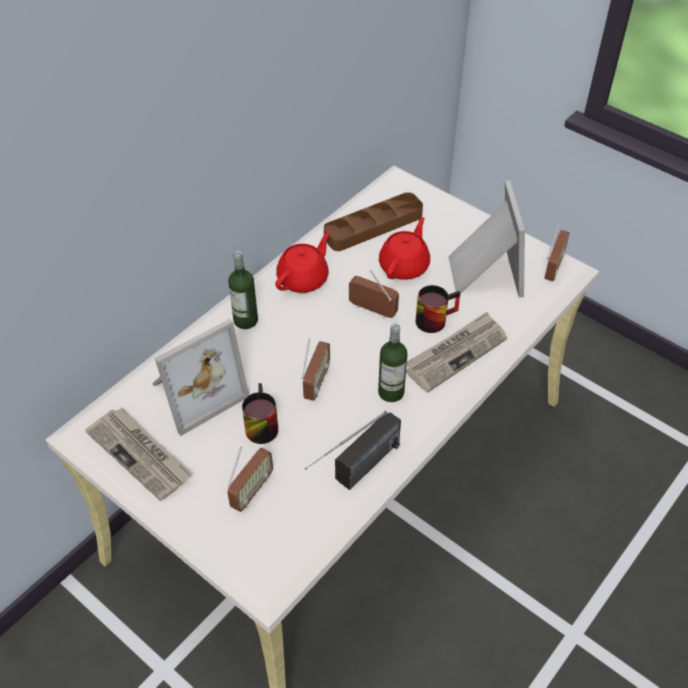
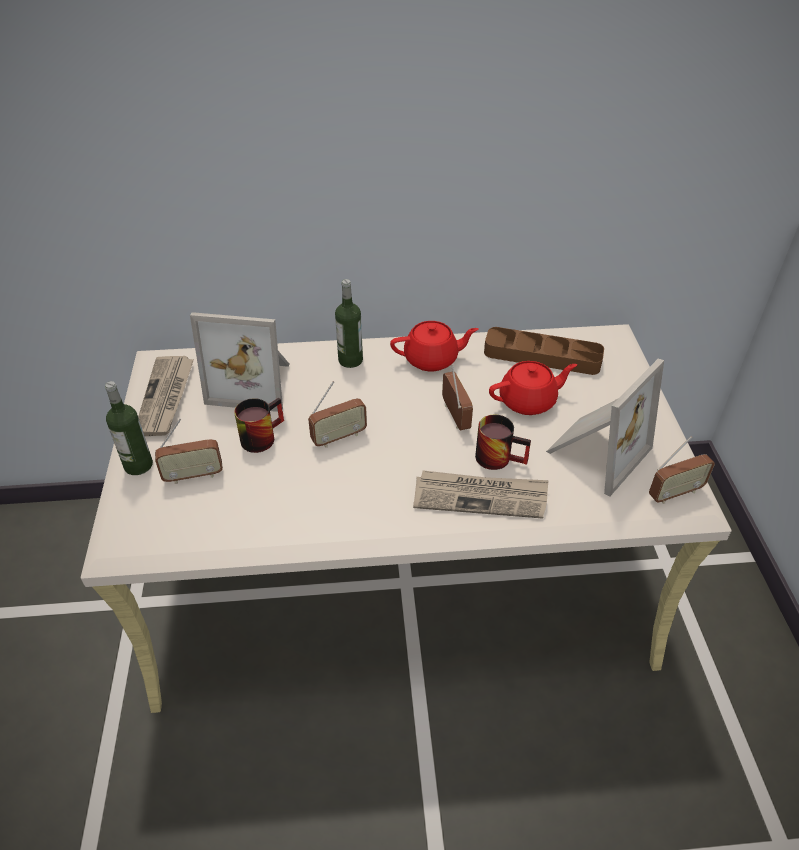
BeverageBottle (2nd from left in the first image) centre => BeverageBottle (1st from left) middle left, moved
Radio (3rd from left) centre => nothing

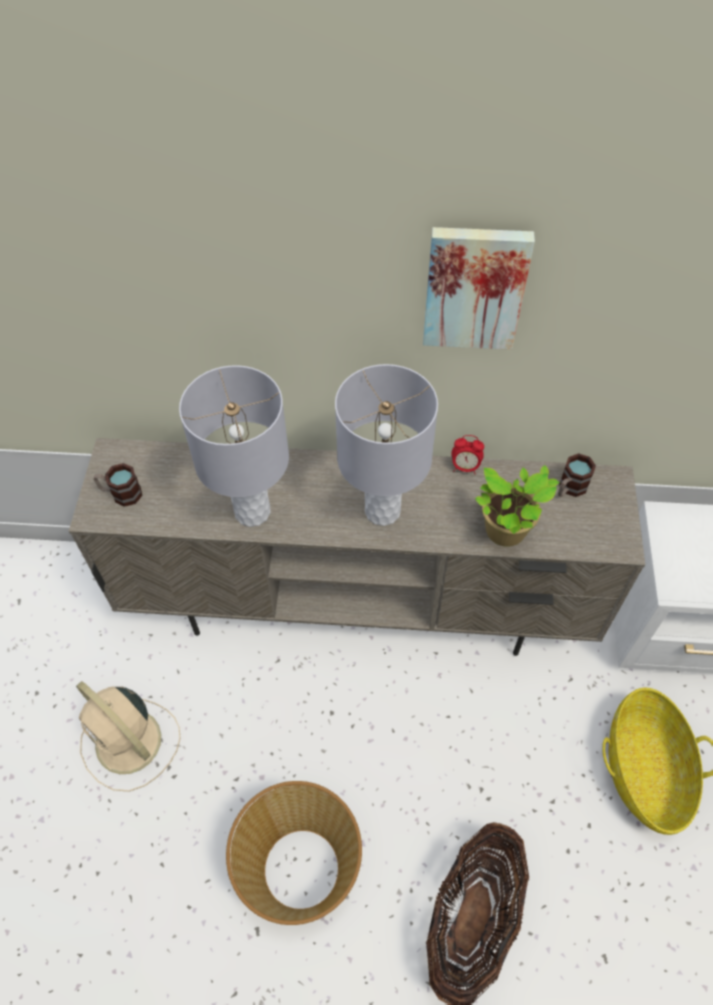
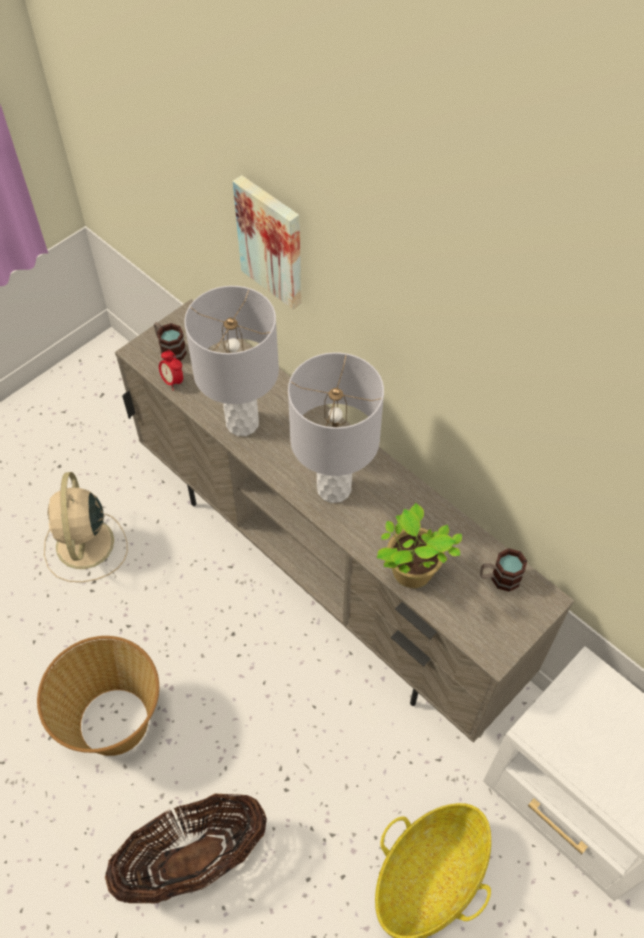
Picture top right => Picture top centre, moved
TableClock centre => TableClock middle left, moved

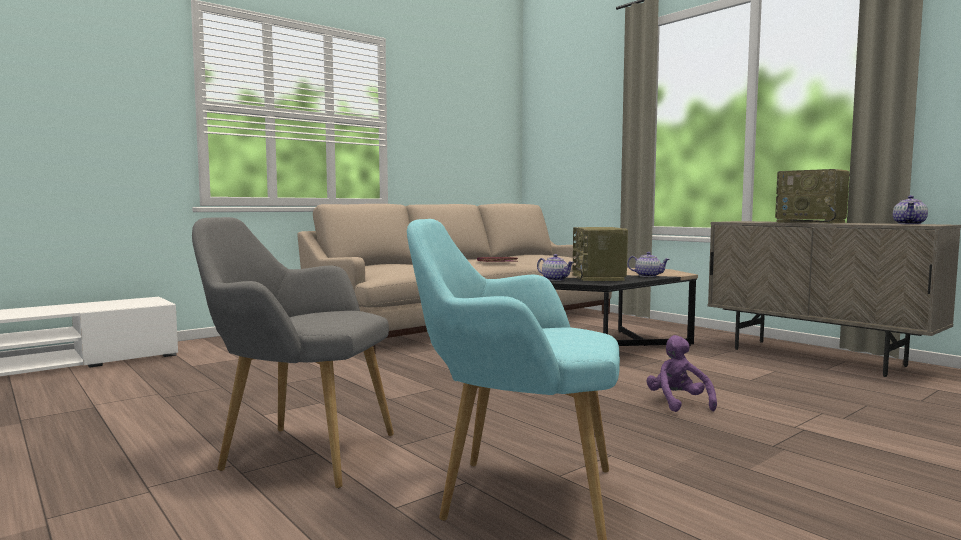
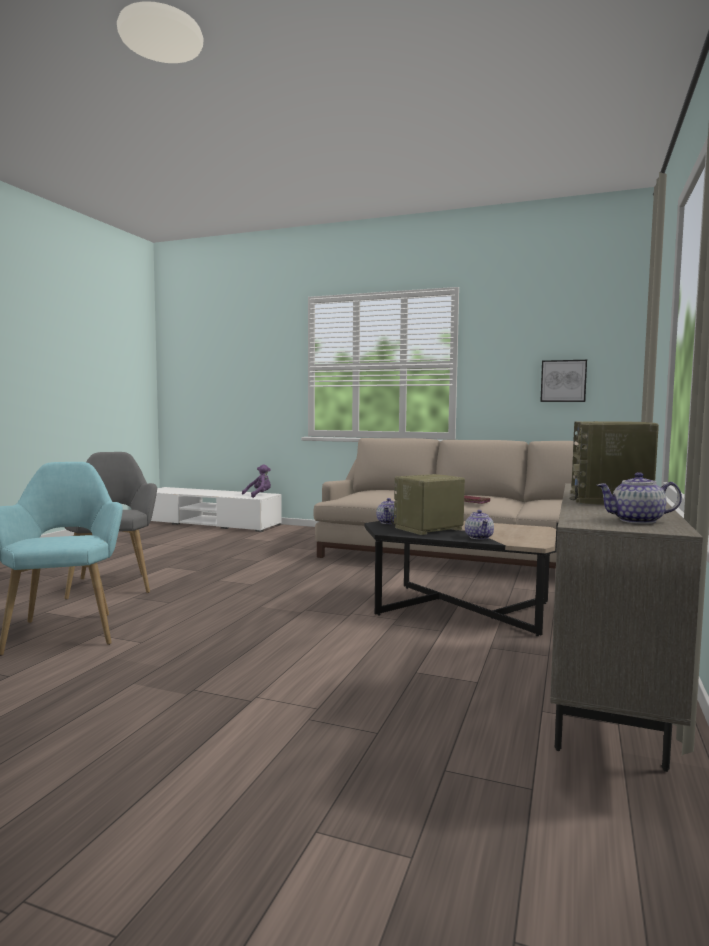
PurplishPlushToy bottom right => PurplishPlushToy centre, moved
nothing => Picture middle right

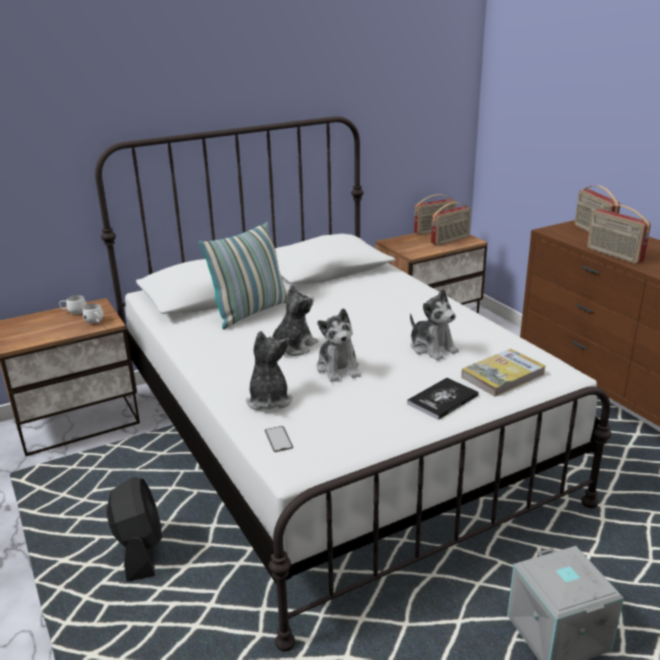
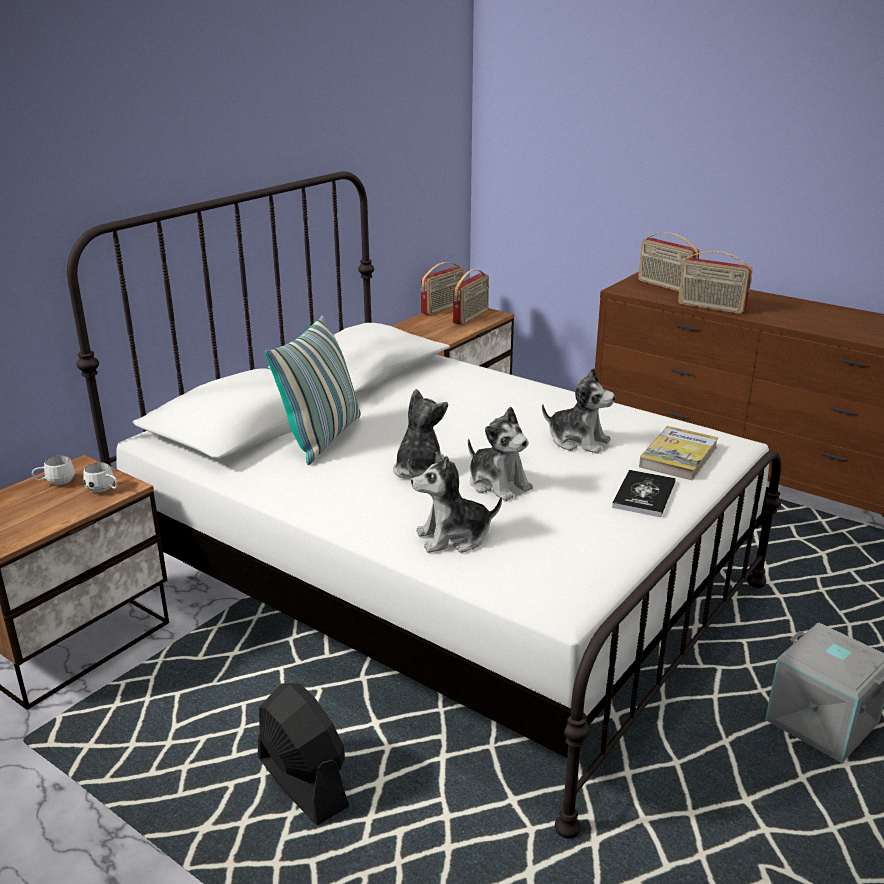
PlushToy (1st from left in the first image) centre => PlushToy (2nd from left) centre, 75 degrees counterclockwise
Phone centre => nothing

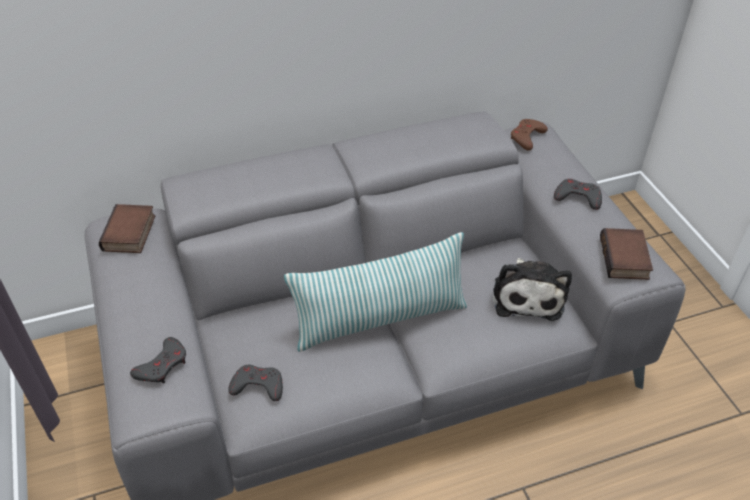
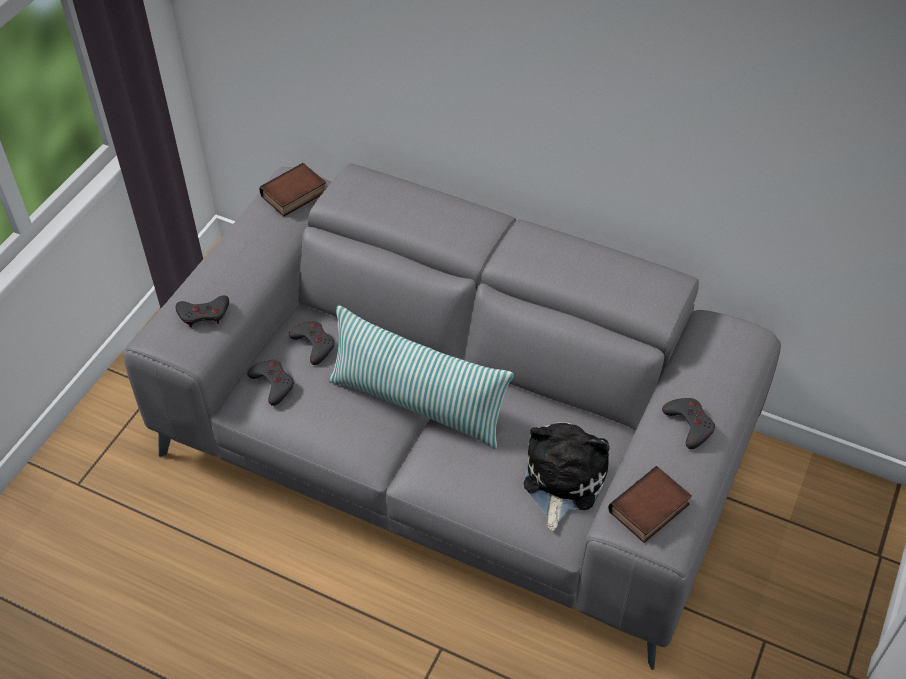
BrownishGameController top right => nothing
PlushToy middle right => PlushToy bottom centre, 150 degrees clockwise
nothing => GreyishGameController (3rd from left) centre

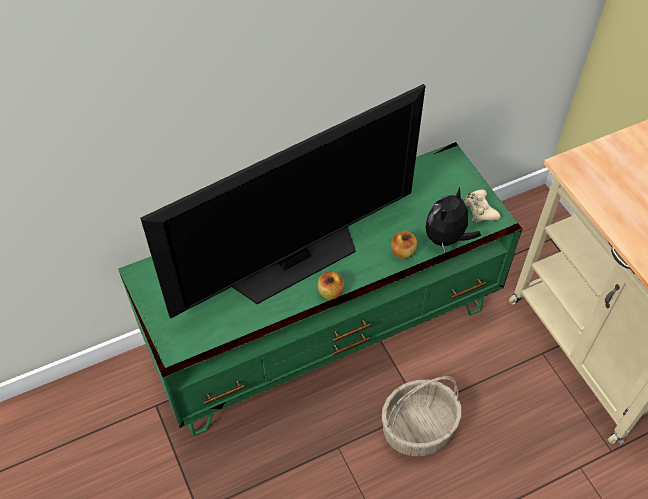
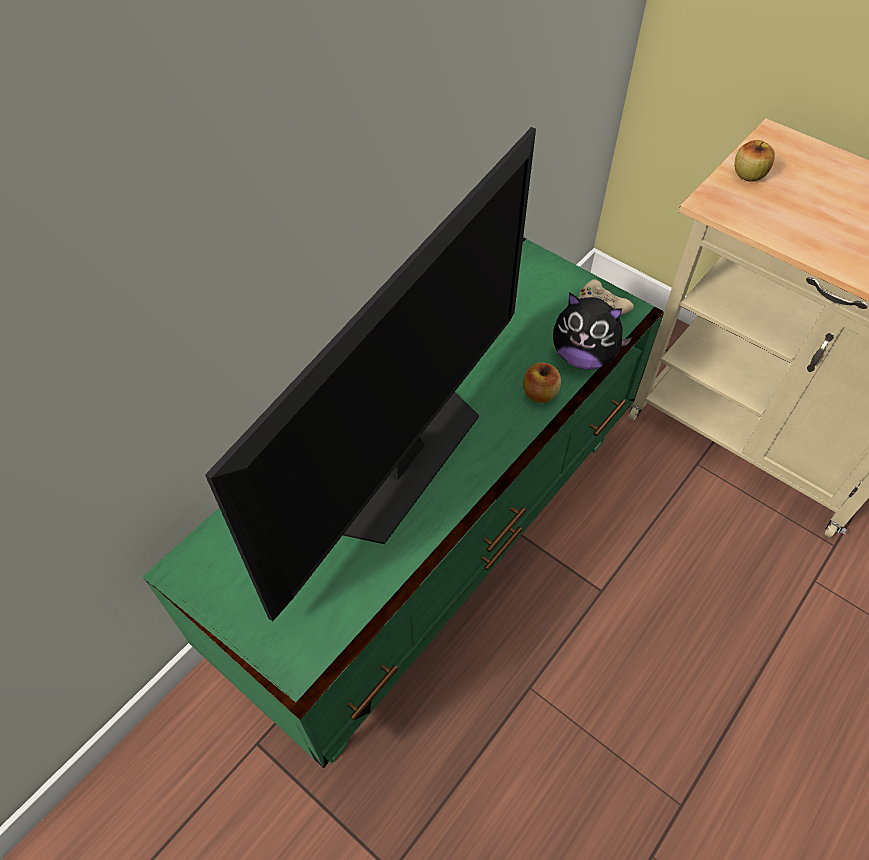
PlushToy middle right, 75 degrees counterclockwise
AppleFruit (1st from left in the first image) centre => AppleFruit (2nd from left) top right, moved
HouseholdBasket bottom centre => nothing

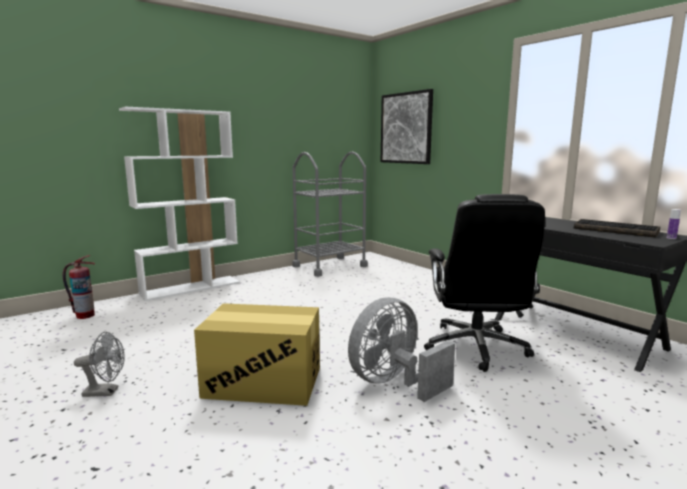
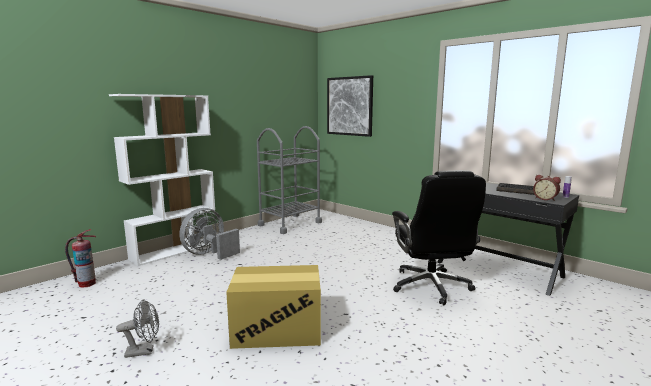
GreyishElectricFan (2nd from left) bottom centre => GreyishElectricFan (2nd from left) middle left, moved
nothing => TableClock middle right

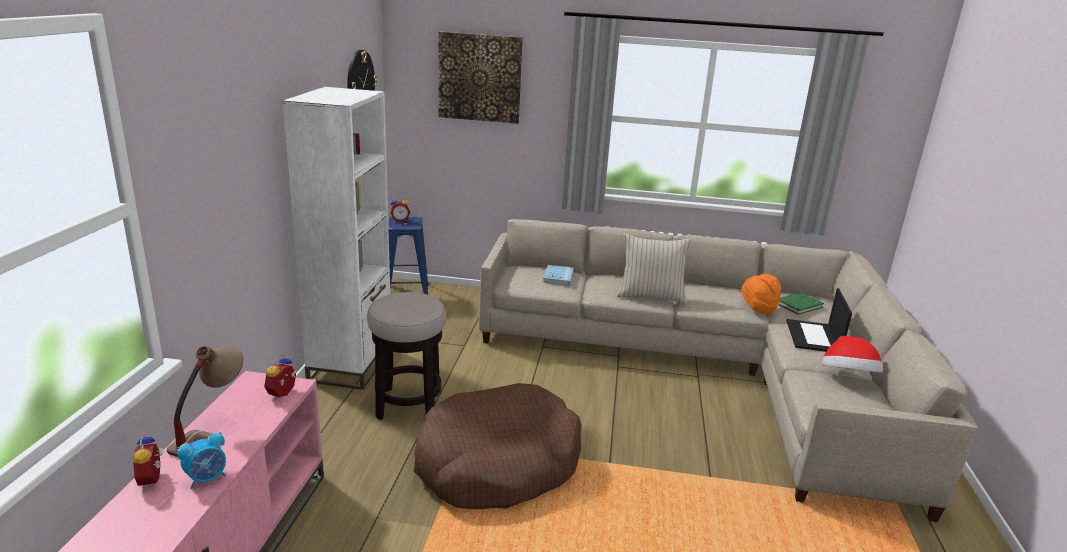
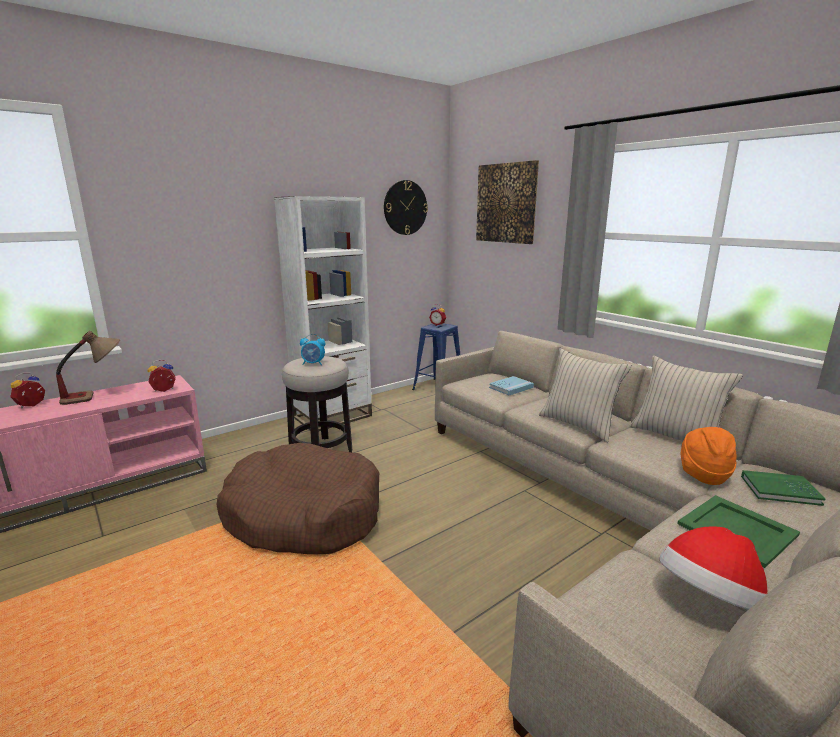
PortableComputer middle right => GreenTray bottom right
TableClock (2nd from left in the first image) bottom left => TableClock (3rd from left) centre, moved
nothing => BeigePillow (2nd from left) middle right

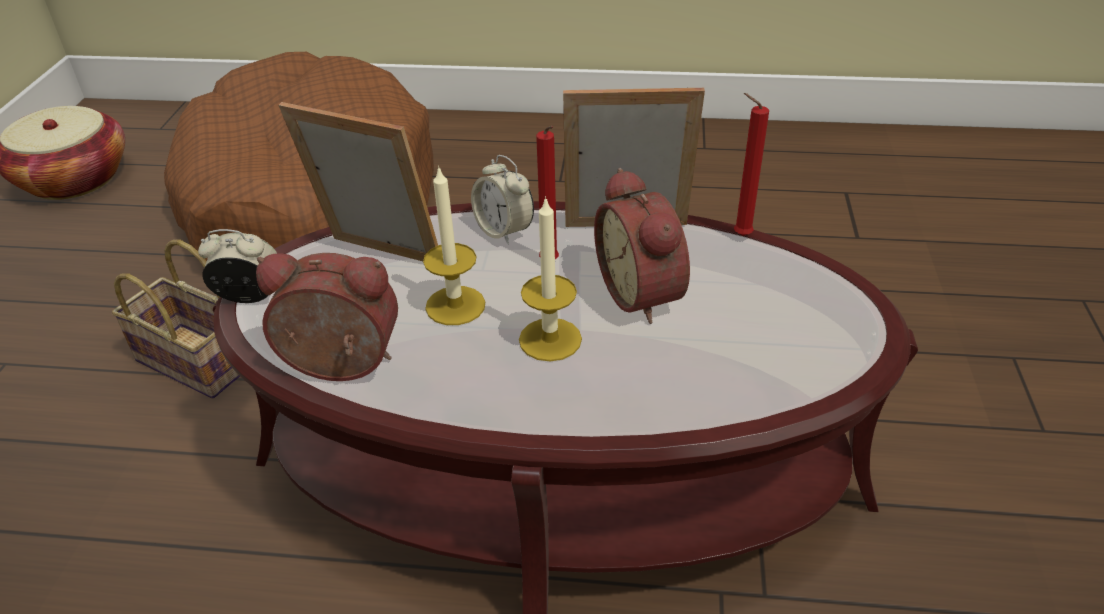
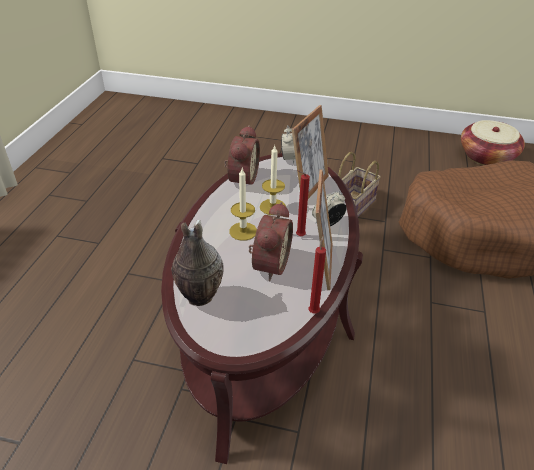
TableClock (4th from left in the first image) centre => TableClock (2nd from left) centre, 120 degrees clockwise
nothing => DecorativeVase centre

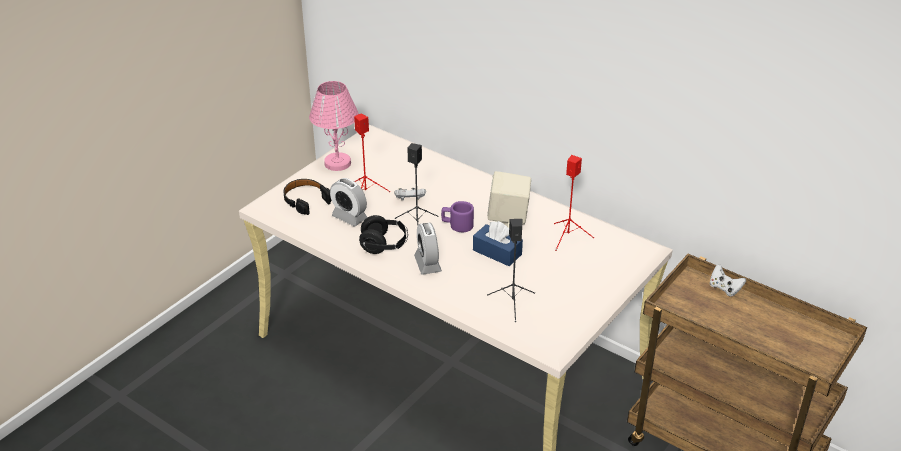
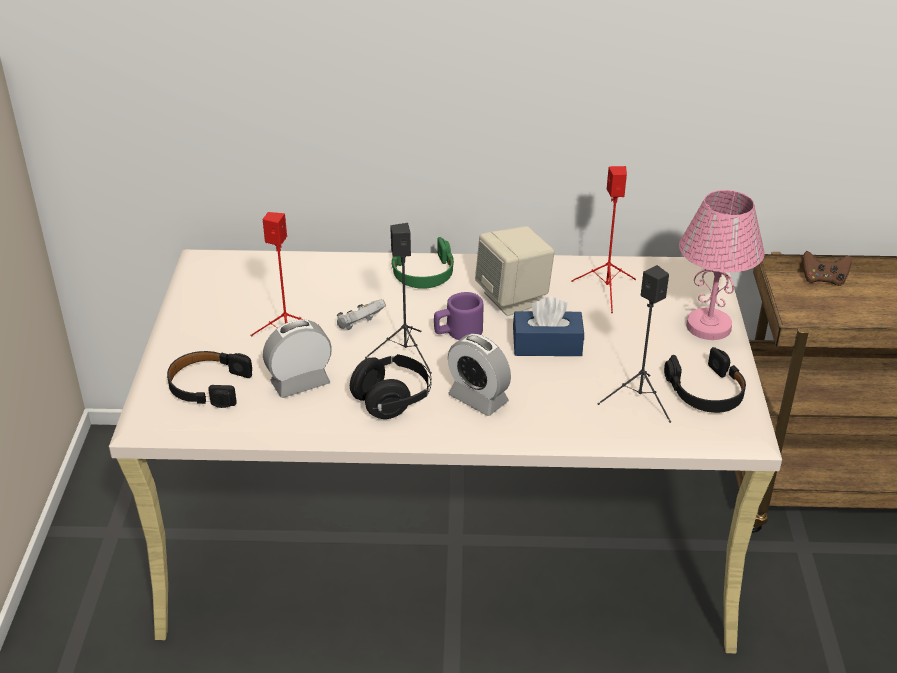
PinkTabletopLamp top centre => PinkTabletopLamp middle right, moved
TableClock (1st from left) centre => TableClock (1st from left) middle left, 150 degrees clockwise
WhiteColouredGameController (2nd from left) middle right => BrownishGameController middle right
nothing => GreenPairOfHeadphones centre
nothing => BlackishPairOfHeadphones (3rd from left) middle right

